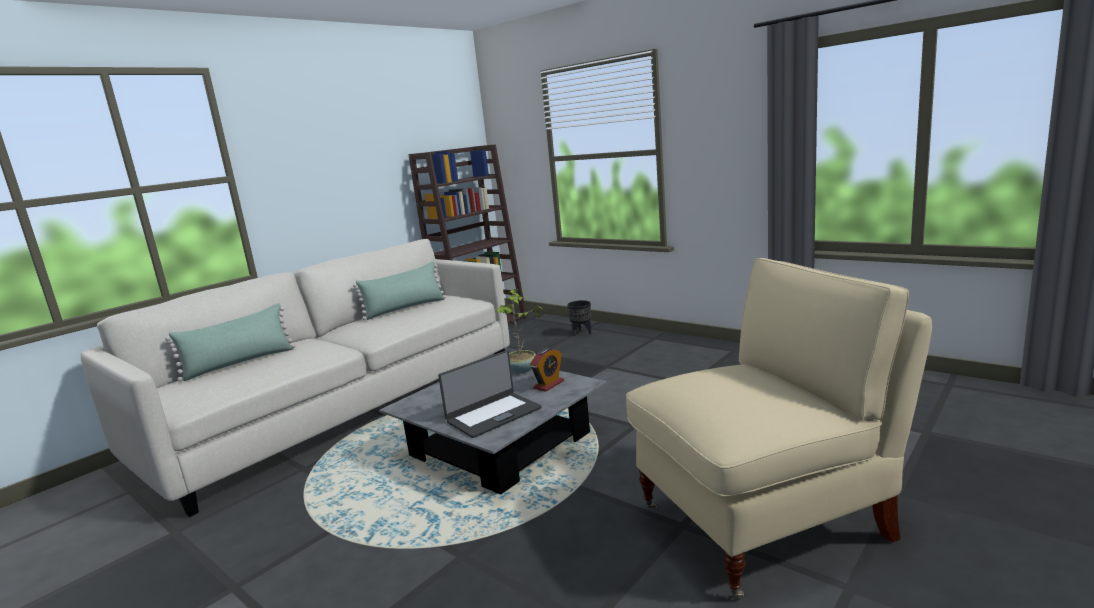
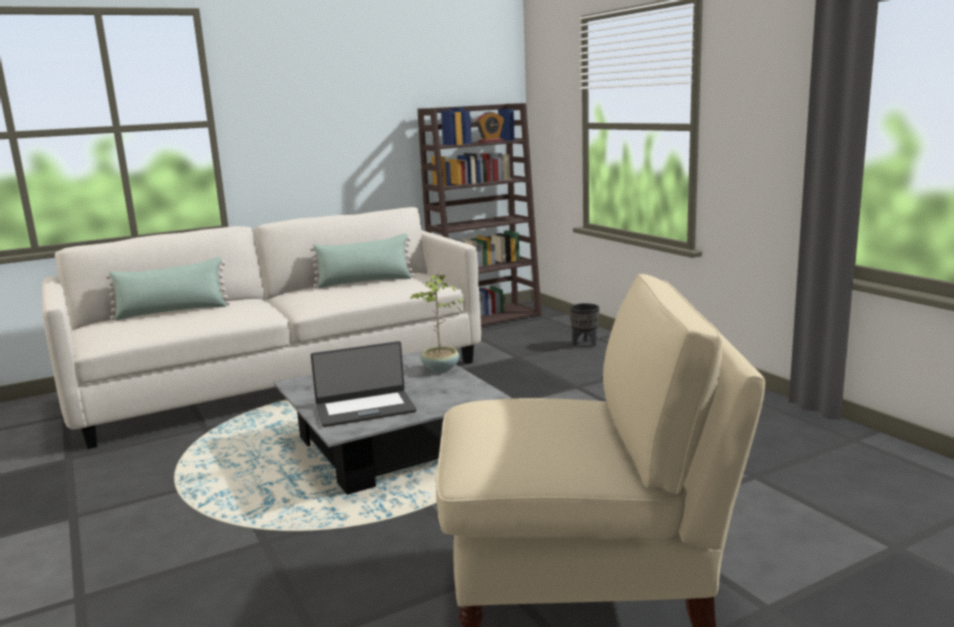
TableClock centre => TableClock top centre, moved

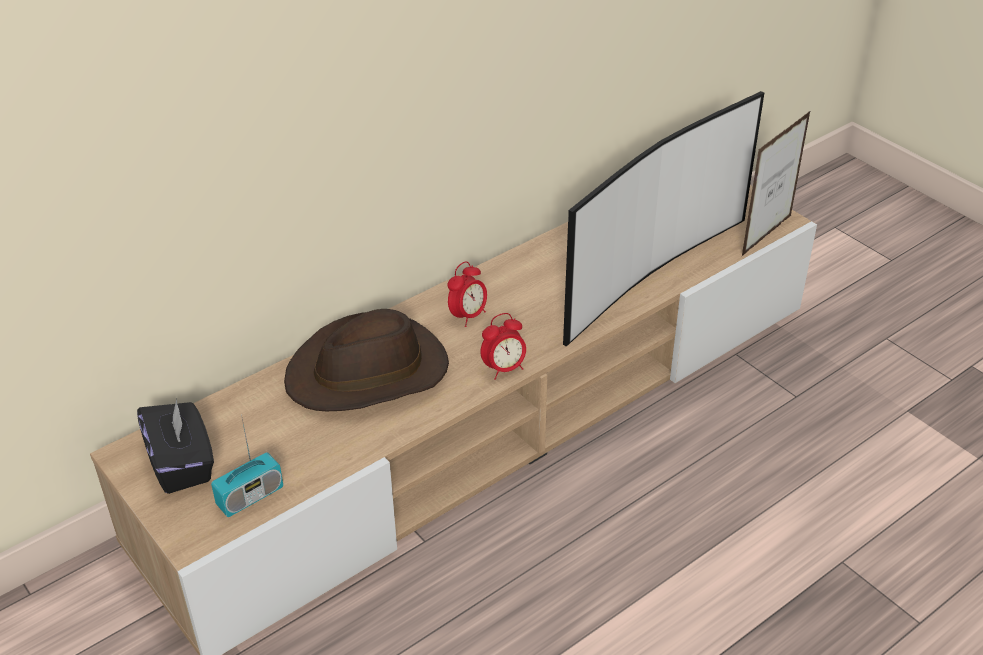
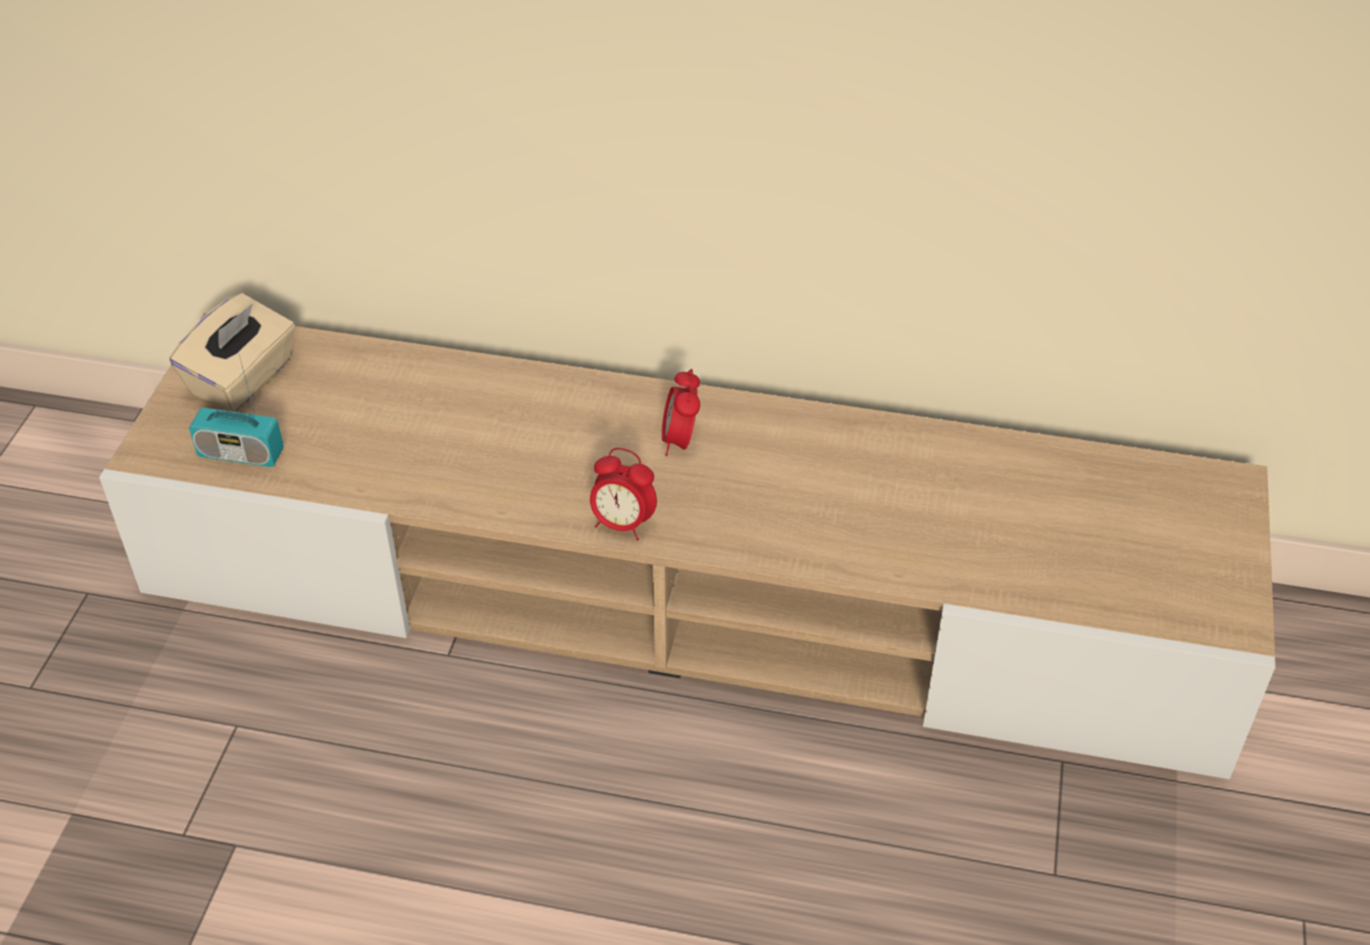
Tv middle right => nothing
PhotoFrame top right => nothing
TableClock (1st from left in the first image) centre => TableClock (2nd from left) centre, 90 degrees clockwise
BrownishWearableHat centre => nothing
BlackishBoxOfTissues bottom left => BeigeBoxOfTissues middle left

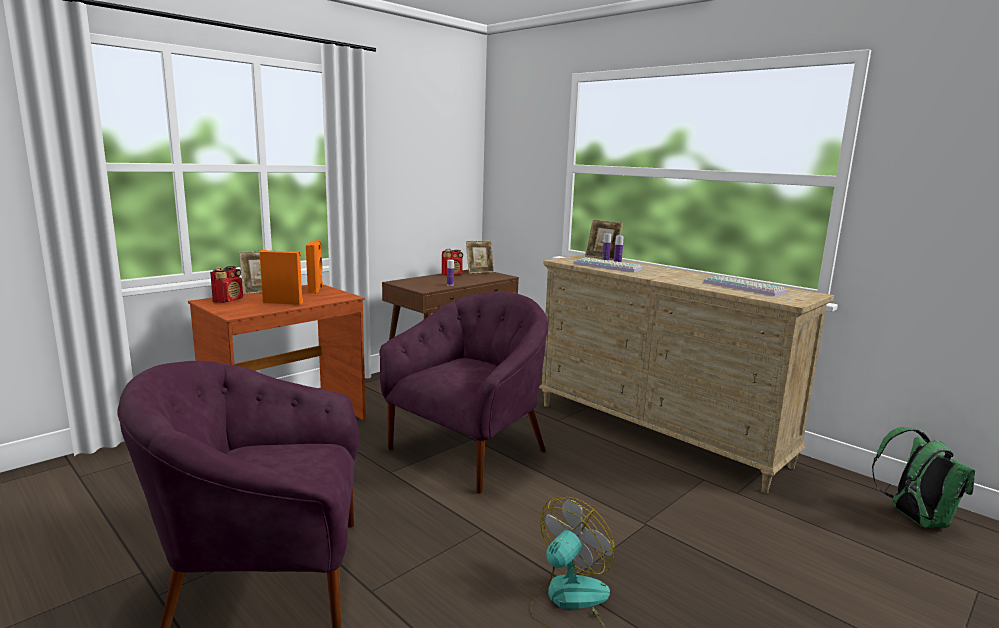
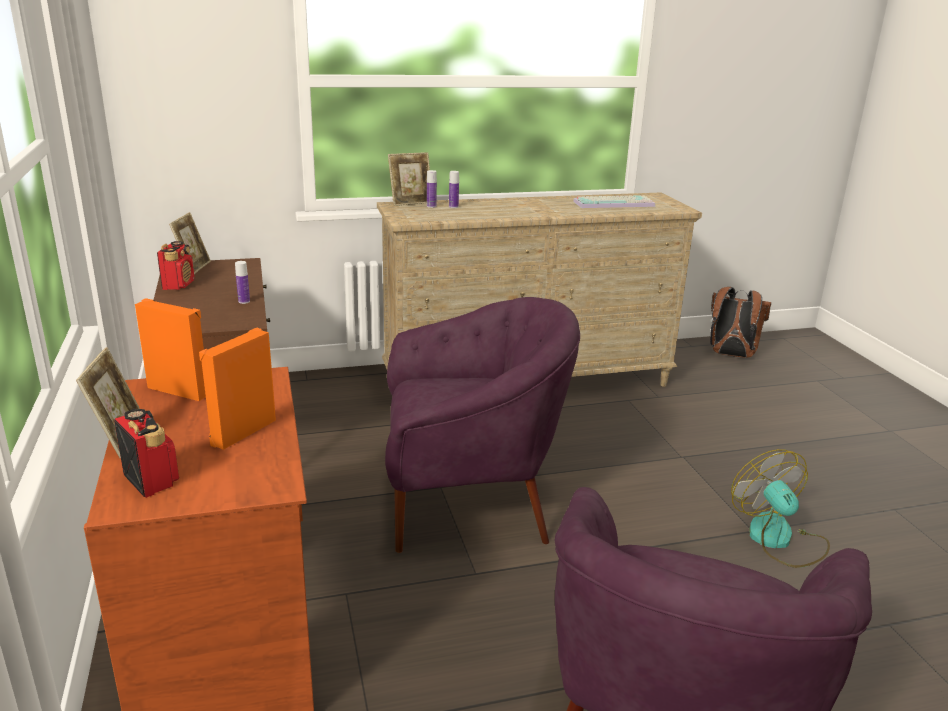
PcKeyboard (1st from left) centre => nothing
PurplishEasyChair (2nd from left in the first image) centre => PurplishEasyChair (1st from left) centre, 105 degrees clockwise
GreenKnapsack bottom right => BrownishKnapsack middle right

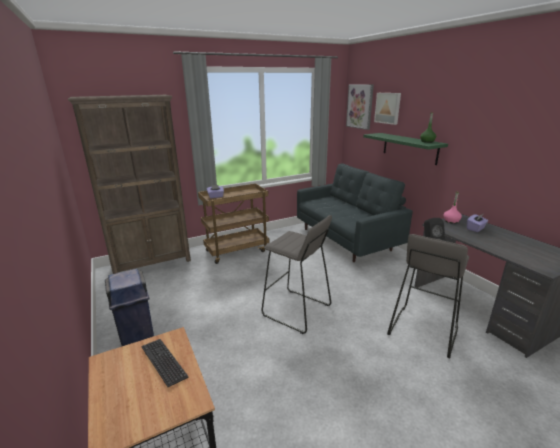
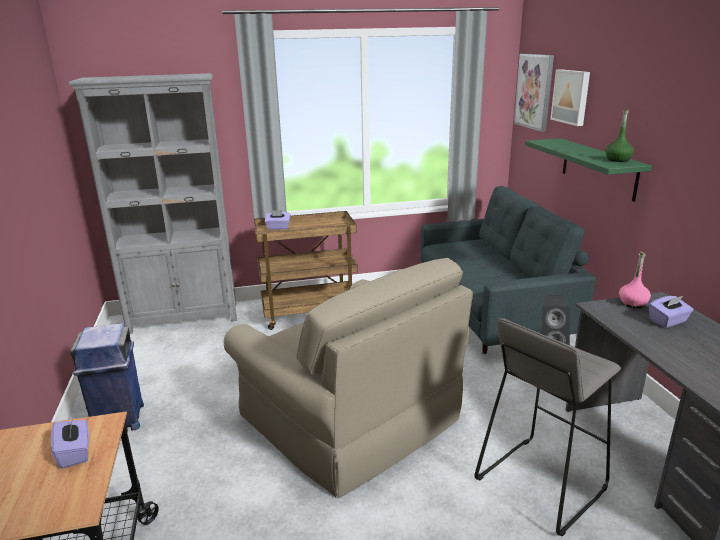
BrownishBookshelf middle left => GreyishBookshelf middle left
GreyishStoolSeat (1st from left) centre => BeigeEasyChair bottom centre
PcKeyboard bottom left => PurplishBoxOfTissues (1st from left) bottom left

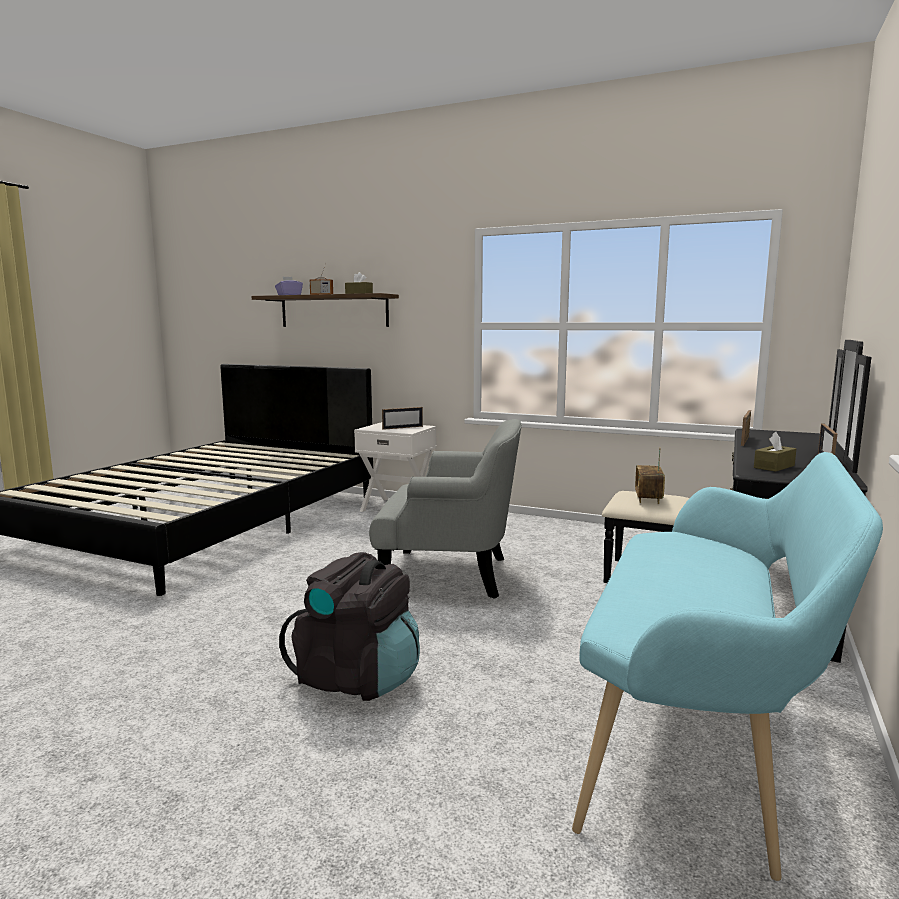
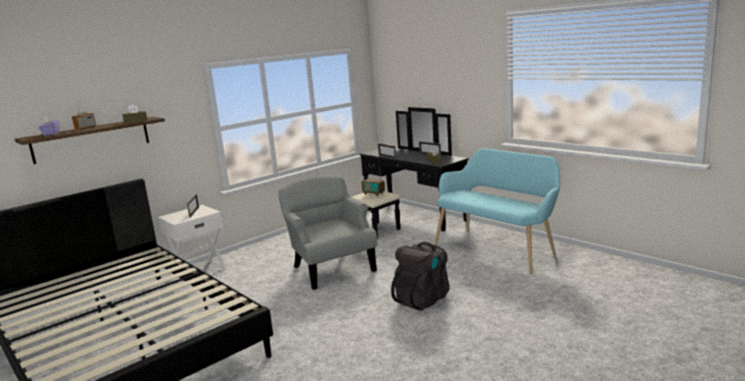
GreyishEasyChair centre, 60 degrees counterclockwise

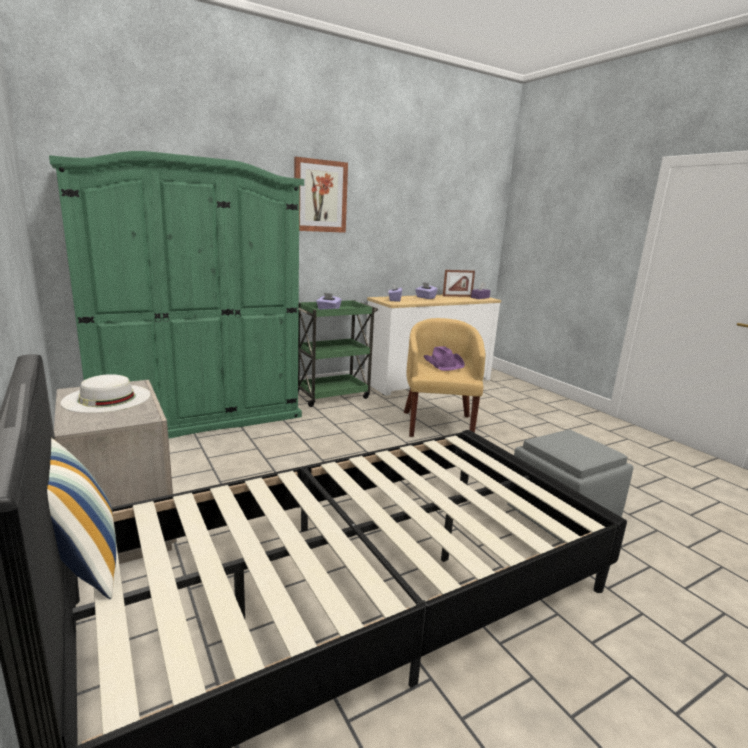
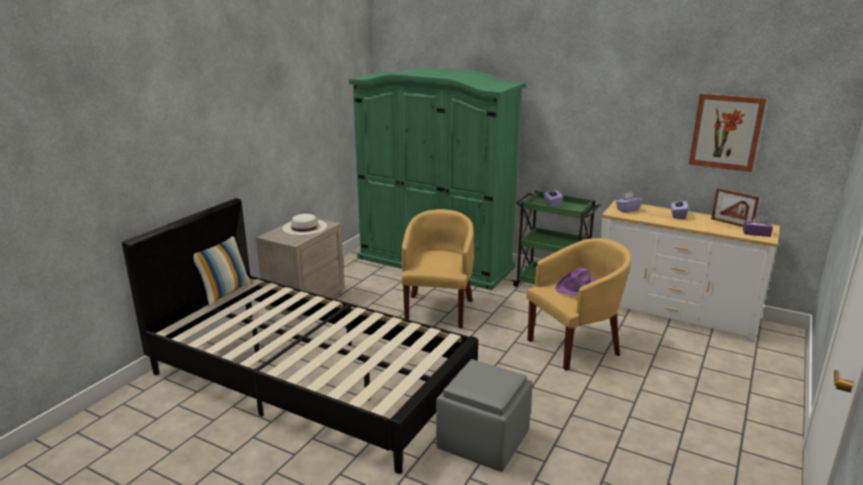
Picture top centre => Picture top right, moved
nothing => YellowEasyChair (1st from left) centre

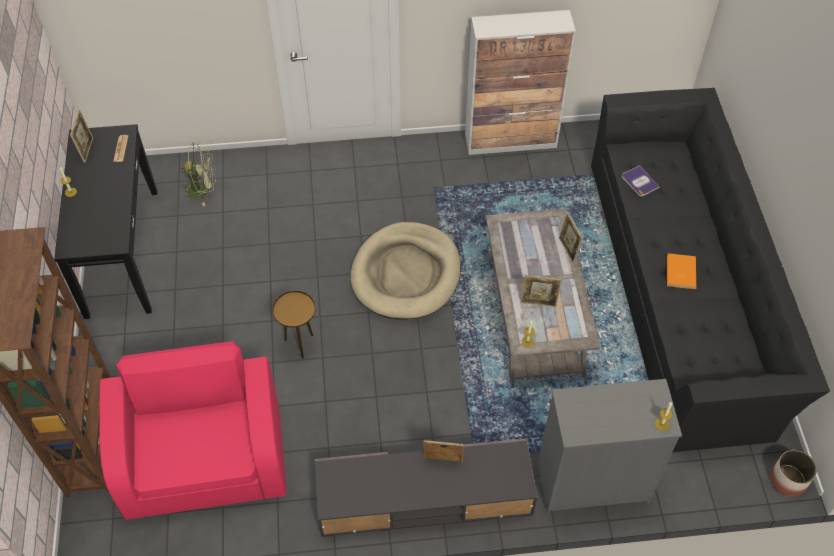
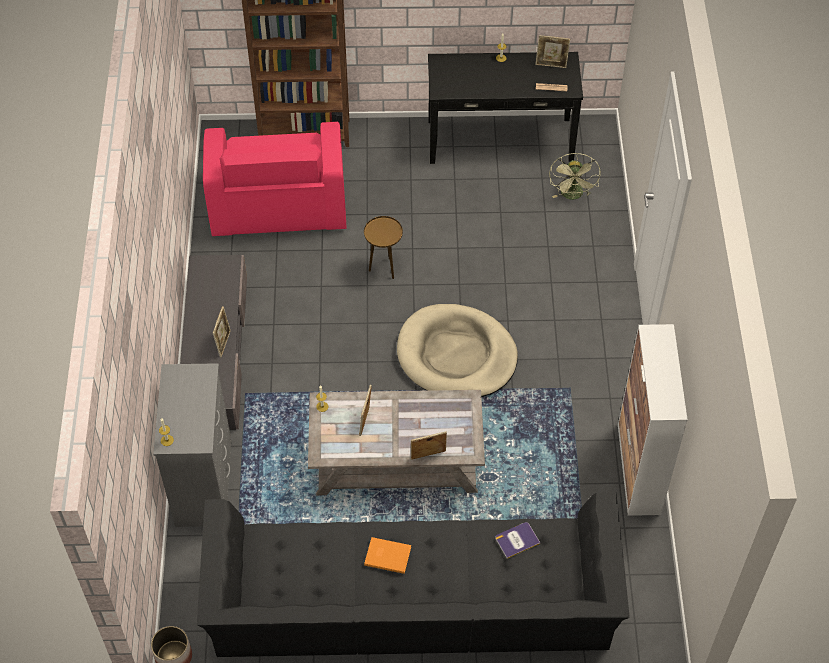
PinkEasyChair bottom left => PinkEasyChair top left, 90 degrees clockwise

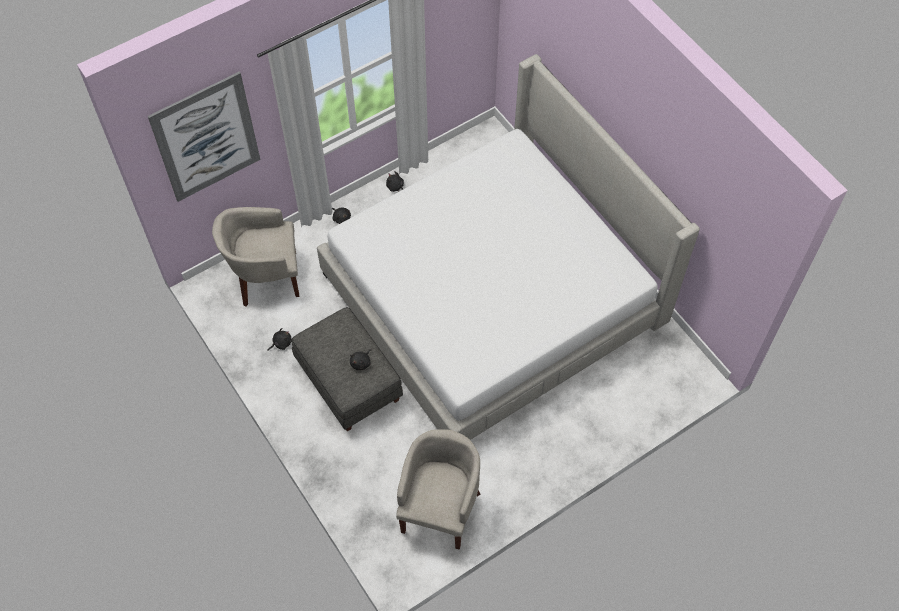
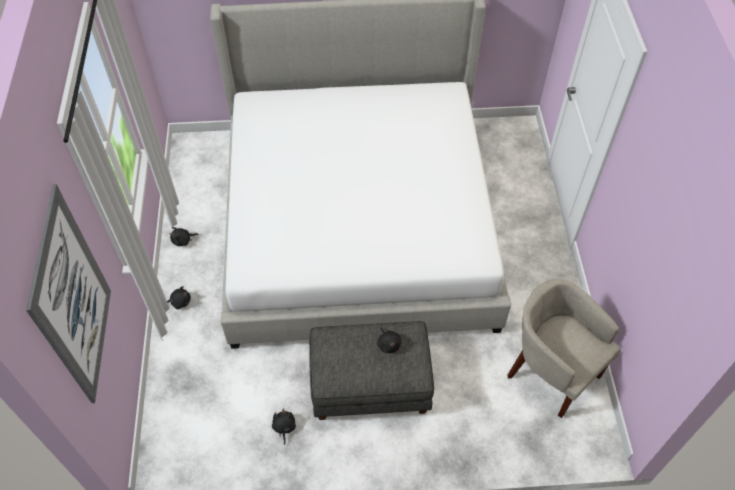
BeigeEasyChair (1st from left) middle left => nothing

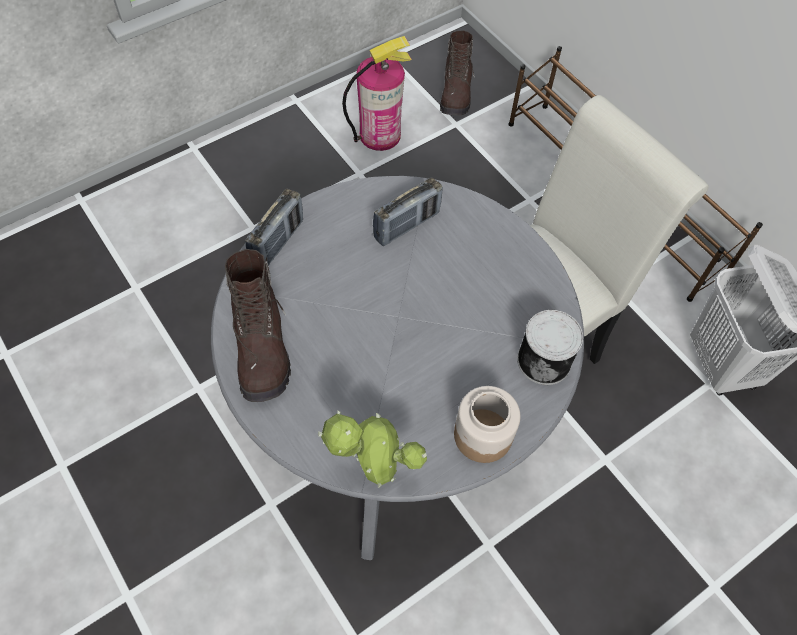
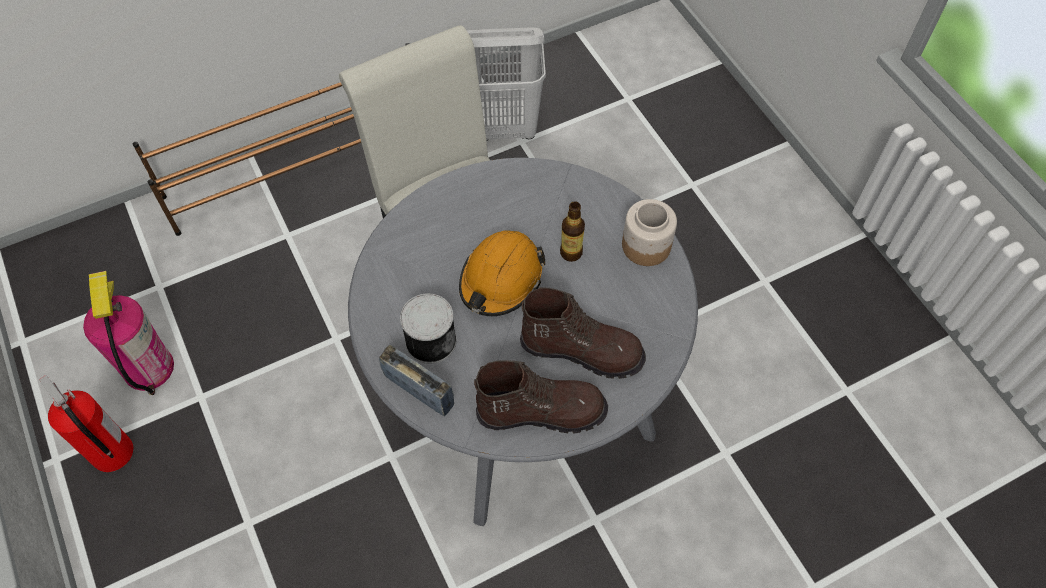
BrownishBoot (2nd from left) top centre => BrownishBoot (2nd from left) centre, moved
Radio (2nd from left) top centre => nothing
MetalCan middle right => MetalCan centre, moved
PottedPlant bottom centre => nothing
nothing => BeverageBottle centre
nothing => OrangeWorkHelmet centre
nothing => FireFightingCylinder (1st from left) bottom left

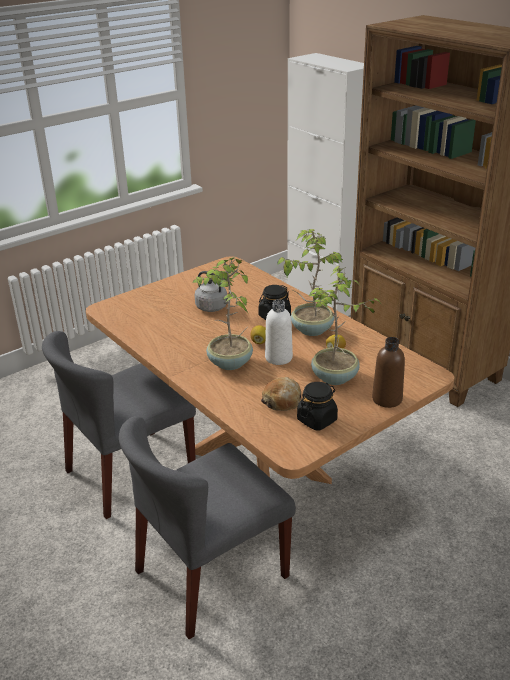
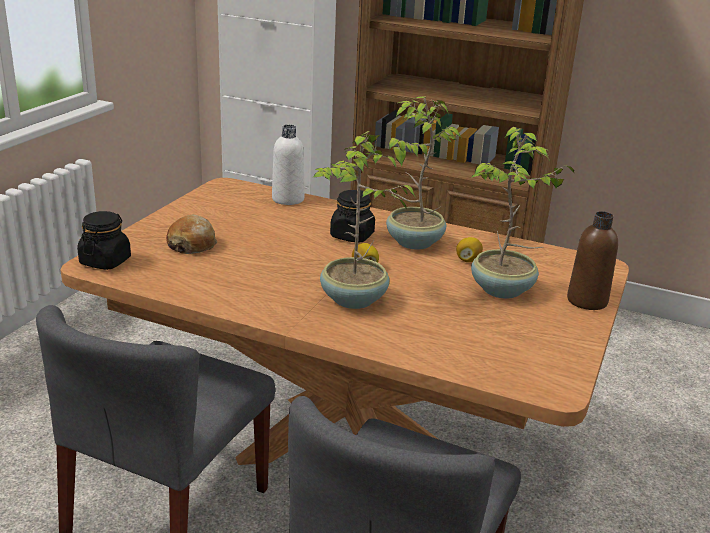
GreyishKettle centre => nothing
WhiteColouredBeverageBottle centre => WhiteColouredBeverageBottle top centre, moved
BakeryBread centre => BakeryBread middle left, moved
BlackishJar (2nd from left in the first image) centre => BlackishJar (1st from left) middle left, moved

